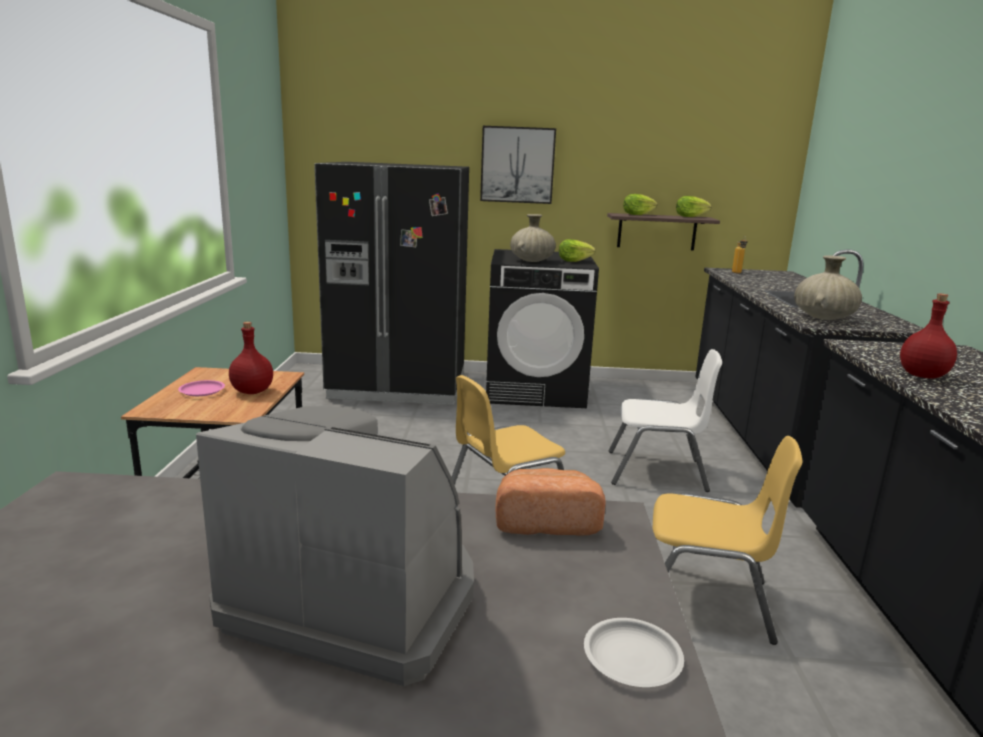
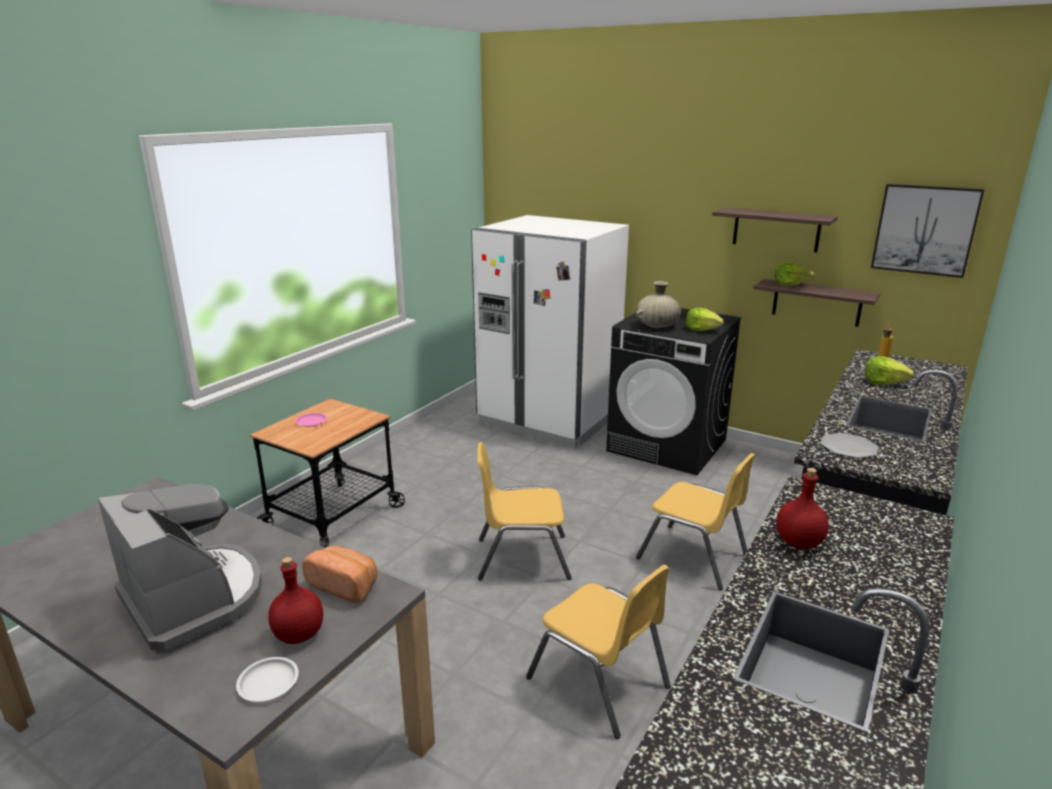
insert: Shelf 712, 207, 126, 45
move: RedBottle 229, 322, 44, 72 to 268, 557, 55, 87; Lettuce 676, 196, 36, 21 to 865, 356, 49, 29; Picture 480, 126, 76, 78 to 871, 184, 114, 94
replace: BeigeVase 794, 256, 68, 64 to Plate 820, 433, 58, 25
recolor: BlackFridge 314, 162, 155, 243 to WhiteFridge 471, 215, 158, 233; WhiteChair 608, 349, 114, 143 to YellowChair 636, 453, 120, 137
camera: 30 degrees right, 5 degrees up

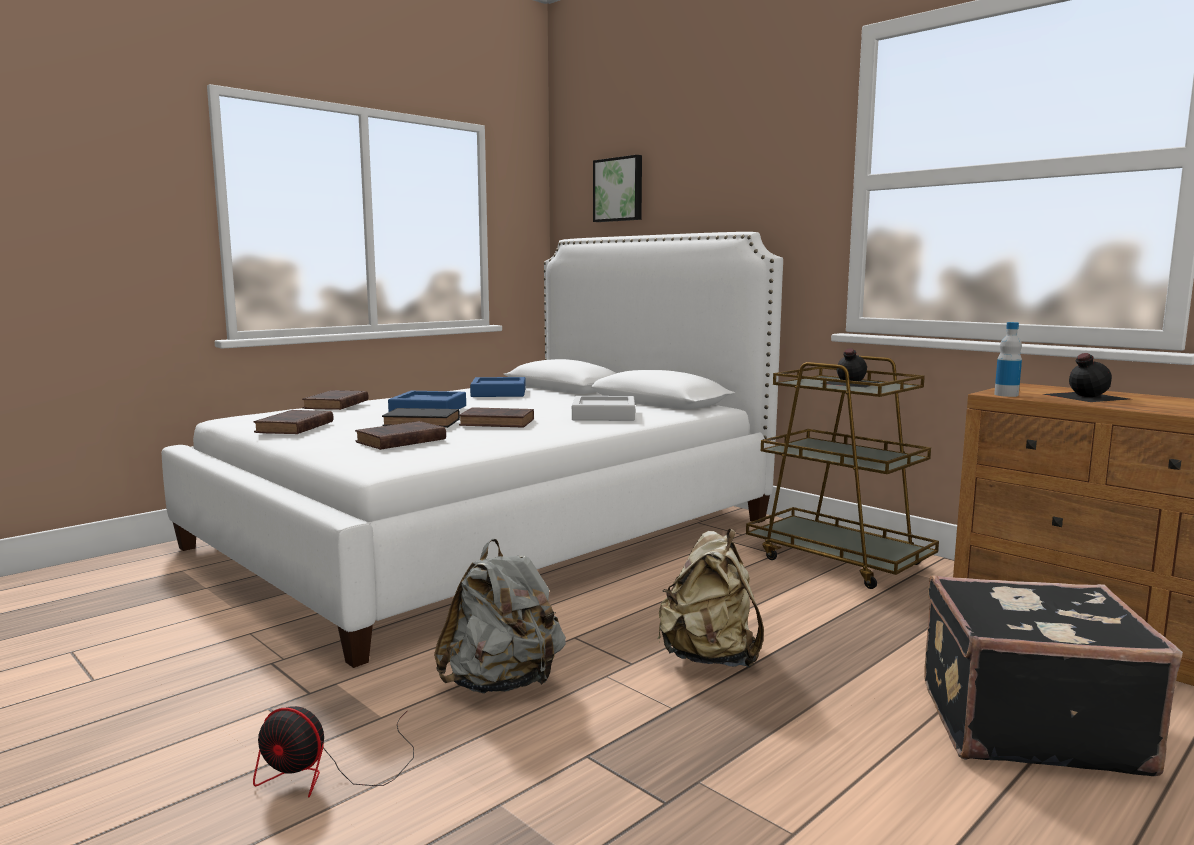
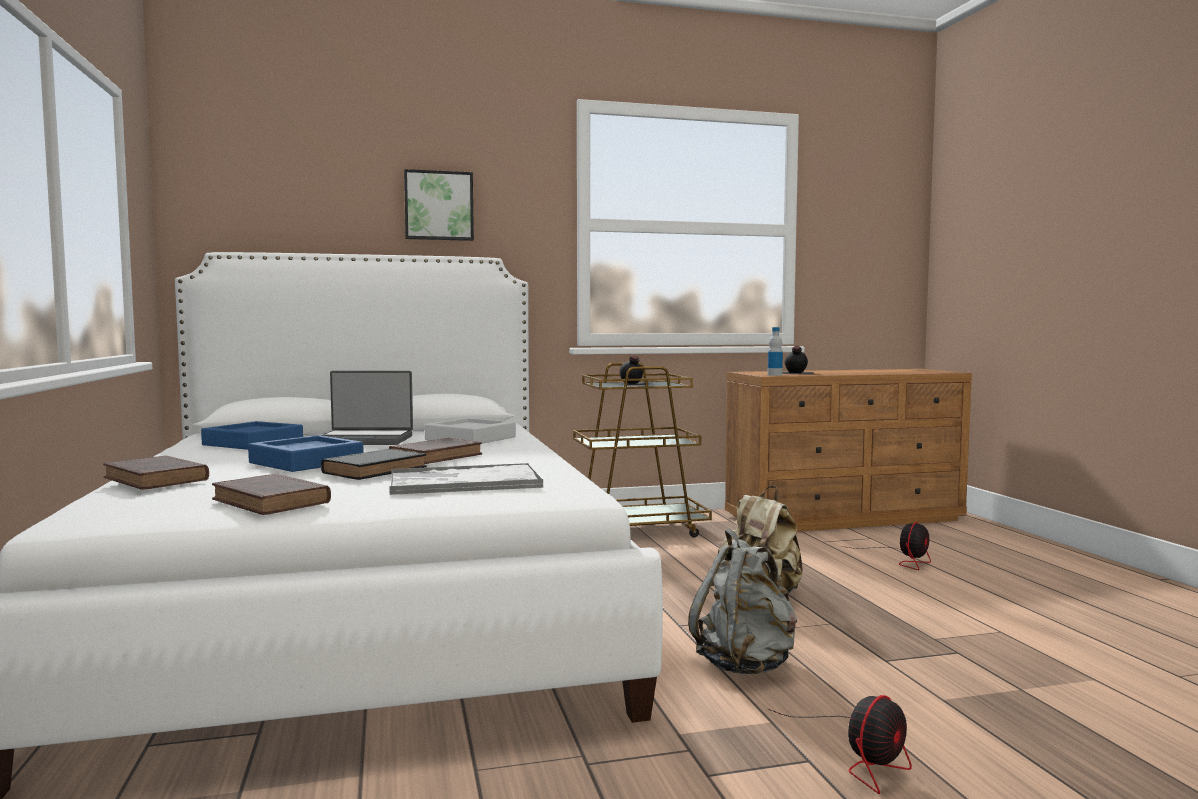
insert: Laptop 321, 371, 92, 74
move: Picture 593, 155, 49, 67 to 404, 169, 70, 72
replace: BrownBook 355, 421, 91, 29 to Tray 389, 463, 154, 32; BlackSuitcase 924, 575, 259, 201 to Fan 842, 522, 89, 48
camera: 60 degrees left, 5 degrees down

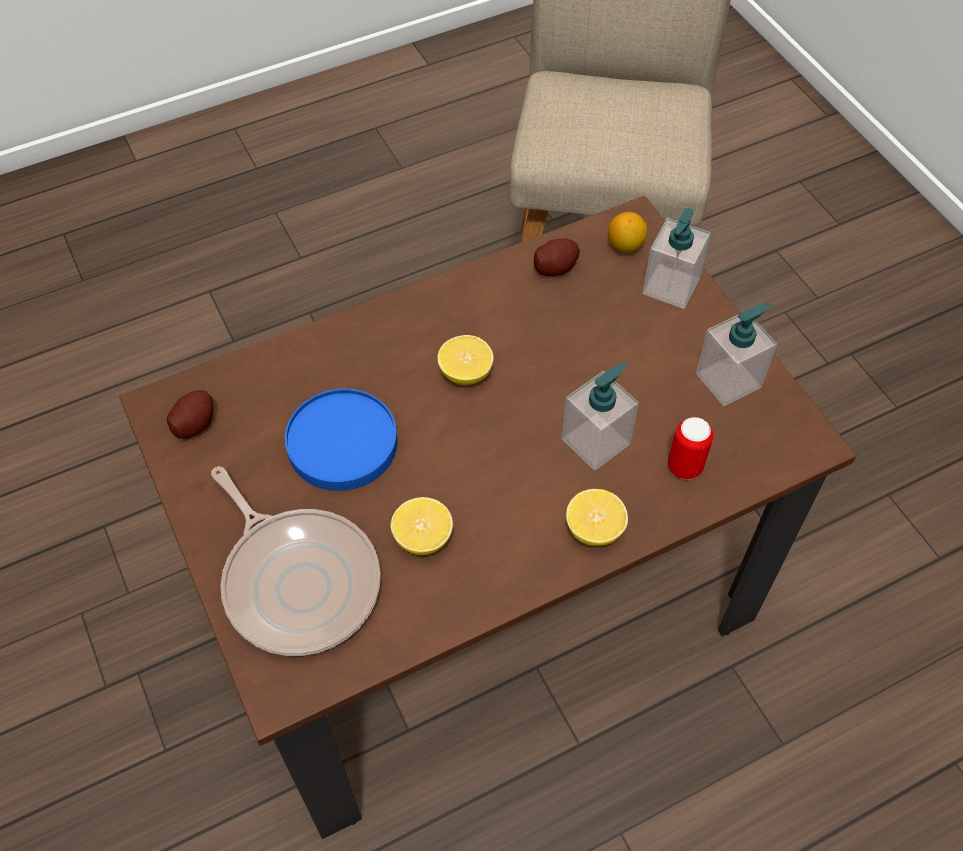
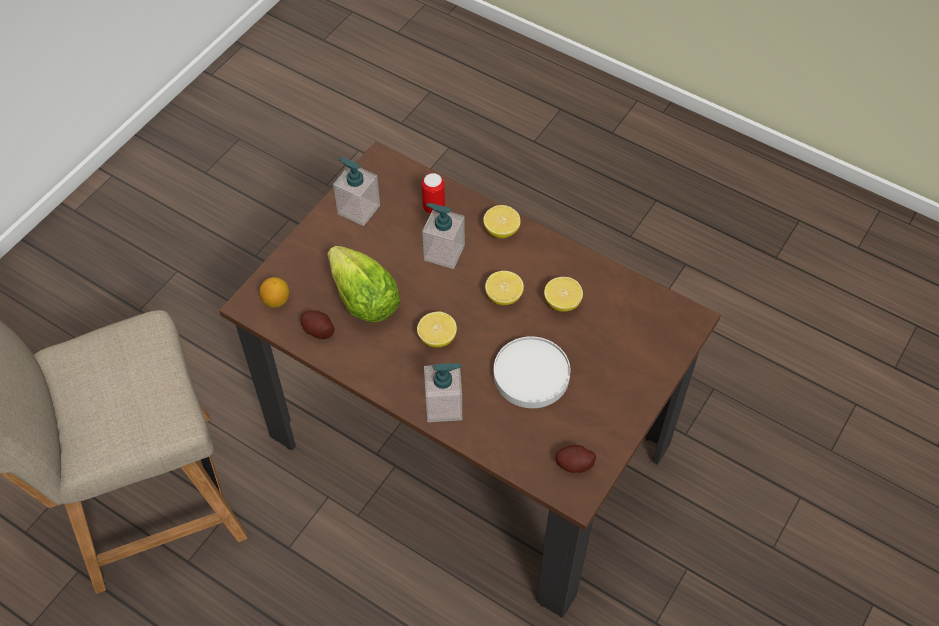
delete: FryingPan 211, 466, 170, 190
insert: Lettuce 328, 246, 73, 77; Lemon 485, 271, 39, 34
move: SoapDispenser 642, 208, 69, 101 to 424, 363, 38, 59
recolor: BluePlate 285, 389, 112, 102 to WhitePlate 493, 336, 78, 72
camera: 120 degrees left, 0 degrees up

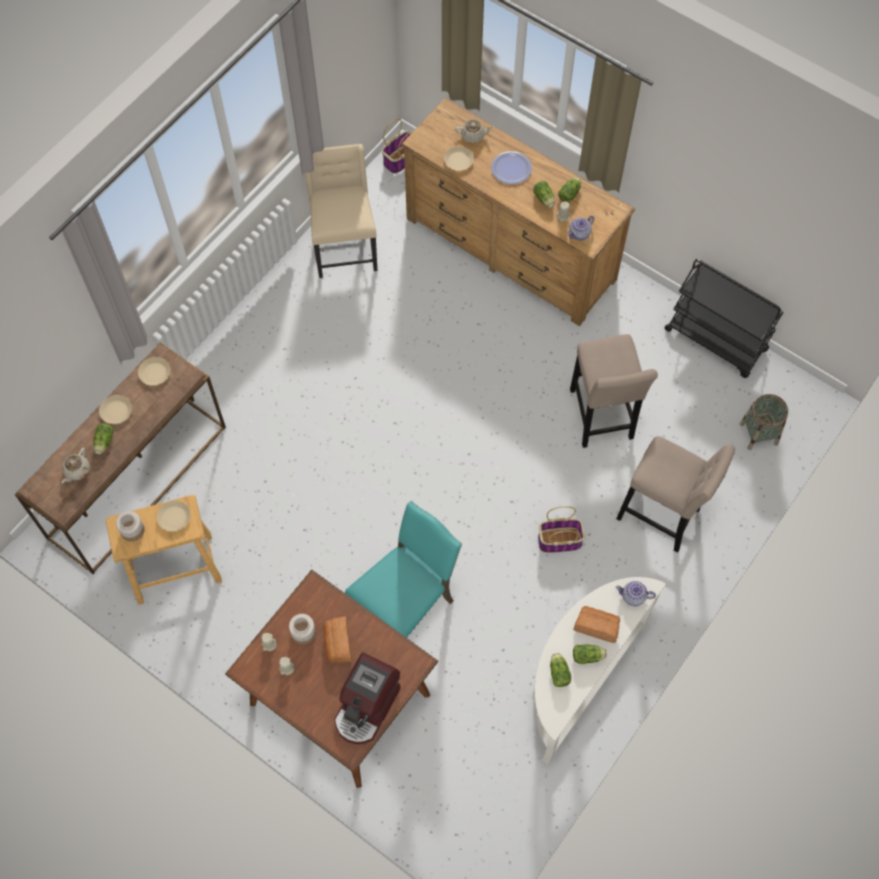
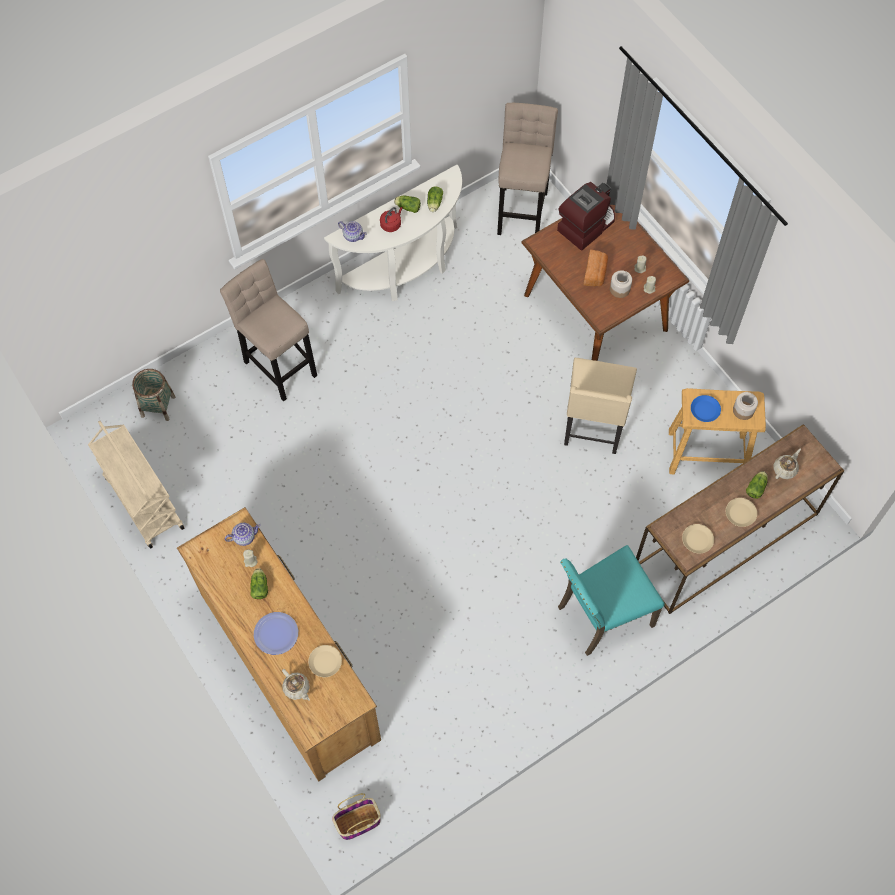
delete: Basket 538, 506, 47, 47; Lettuce 558, 177, 23, 25
move: BeigeStool 570, 334, 88, 114 to 497, 103, 61, 132; TurquoiseChair 345, 501, 117, 137 to 558, 545, 107, 111; BeigeChair 305, 144, 72, 134 to 564, 358, 73, 96
replace: Bread 574, 606, 46, 37 to RedKettle 380, 207, 23, 25
recolor: BlackCart 664, 259, 120, 119 to BeigeCart 88, 421, 97, 128; BeigePlate 157, 500, 34, 32 to BluePlate 691, 395, 30, 27
rotate: BeigeTeapot 455, 119, 39, 24 = 282, 669, 28, 32 150 degrees counterclockwise
camera: 160 degrees left, 0 degrees up

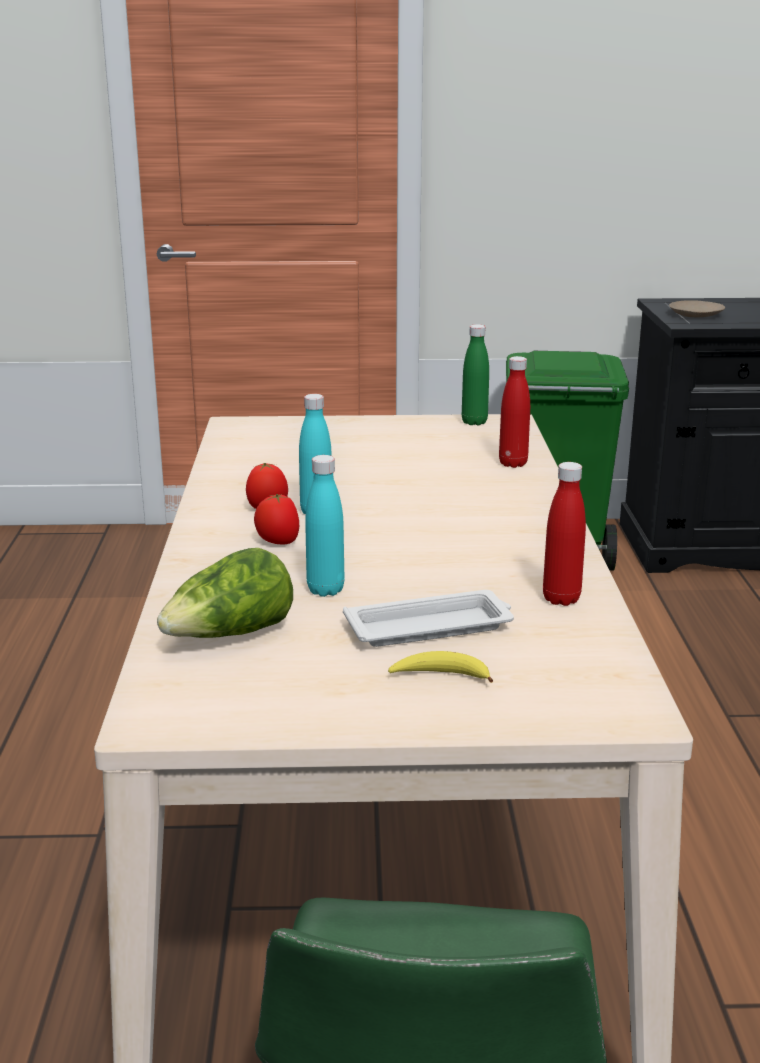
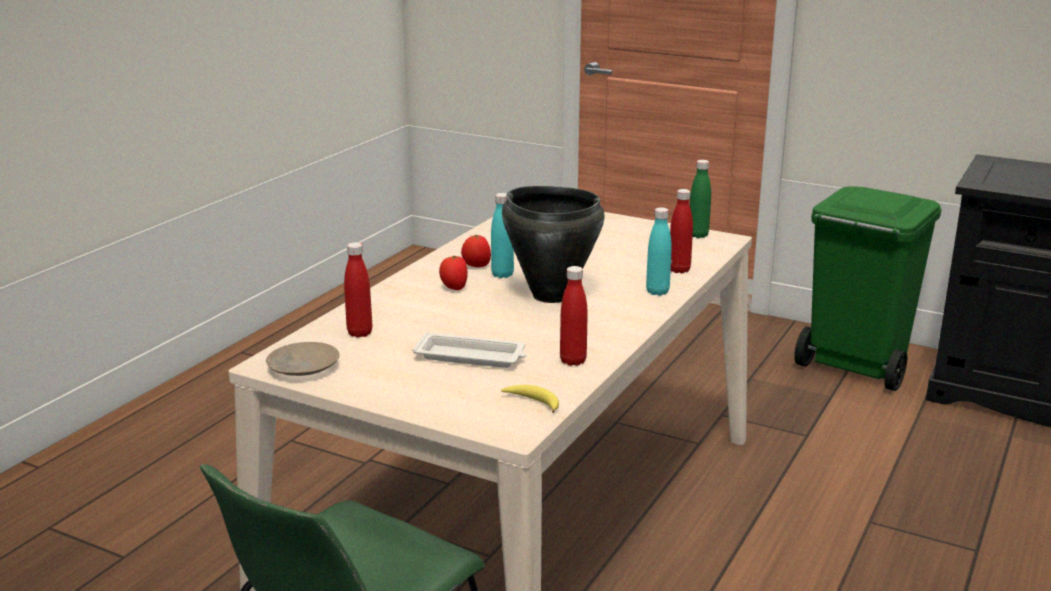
insert: BlackCookingPot 502, 186, 103, 117
move: BeigePlate 669, 300, 56, 18 to 266, 342, 73, 34; Banana 388, 651, 105, 32 to 501, 385, 58, 28; TurquoiseBottle 305, 455, 40, 142 to 646, 207, 26, 89
replace: Lettuce 157, 548, 136, 90 to RedBottle 344, 242, 28, 96
camera: 30 degrees right, 0 degrees up

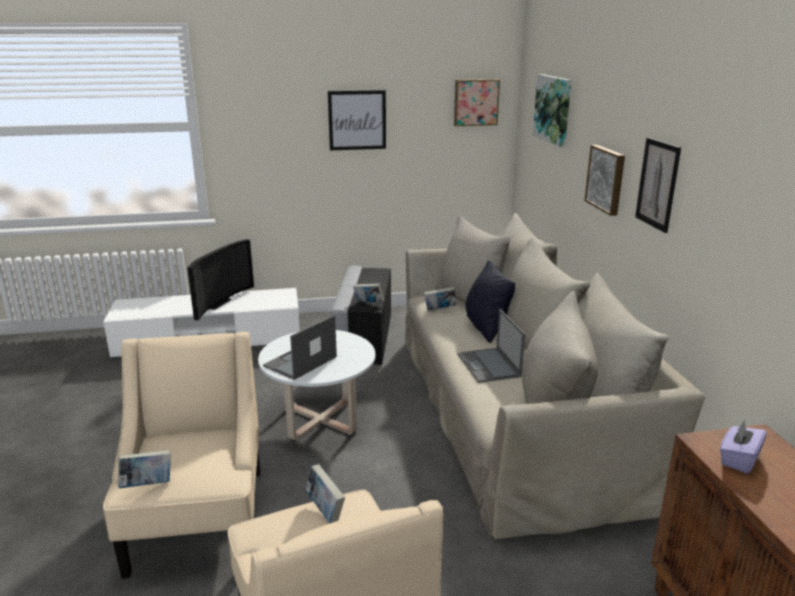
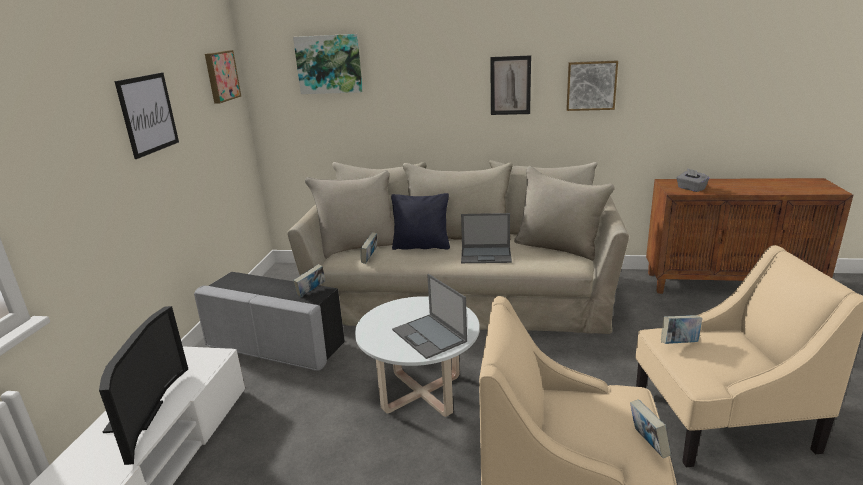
move: Picture 584, 145, 41, 71 to 566, 61, 52, 50
recolor: PurpleTissueBox 720, 419, 47, 55 to GreyTissueBox 676, 168, 34, 24
rotate: Television 187, 239, 67, 82 = 99, 306, 89, 159 45 degrees clockwise
camera: 70 degrees left, 0 degrees up

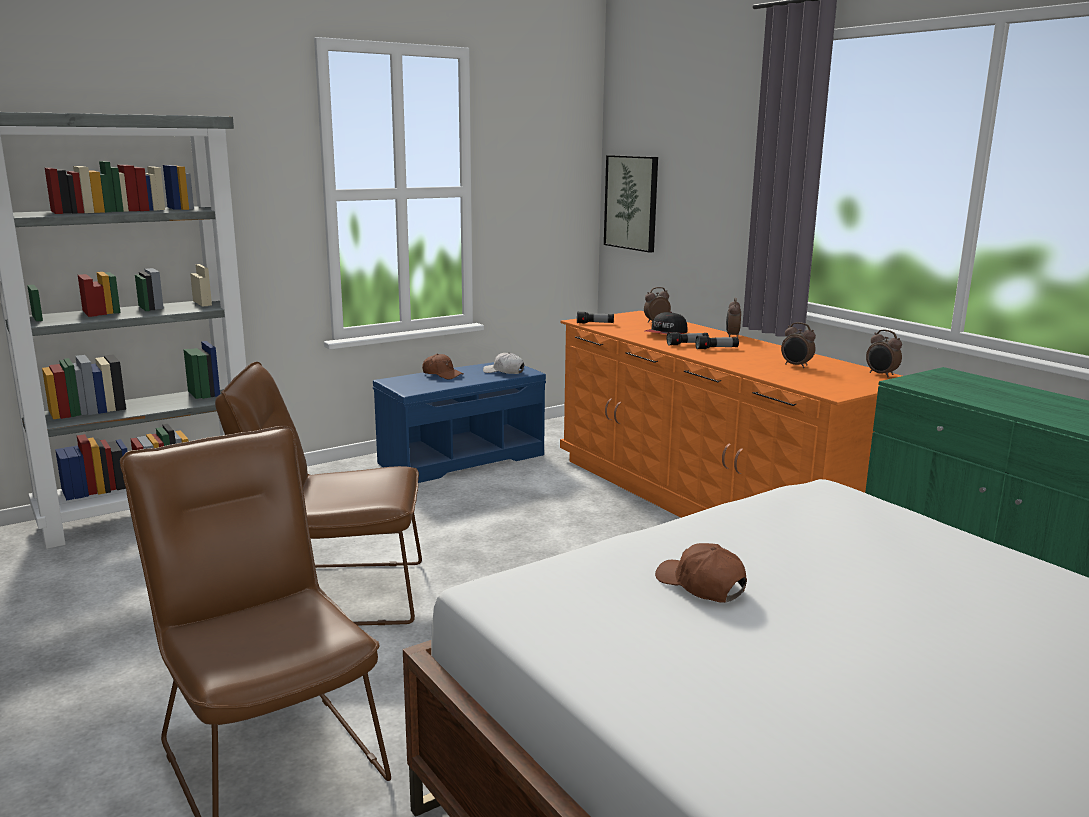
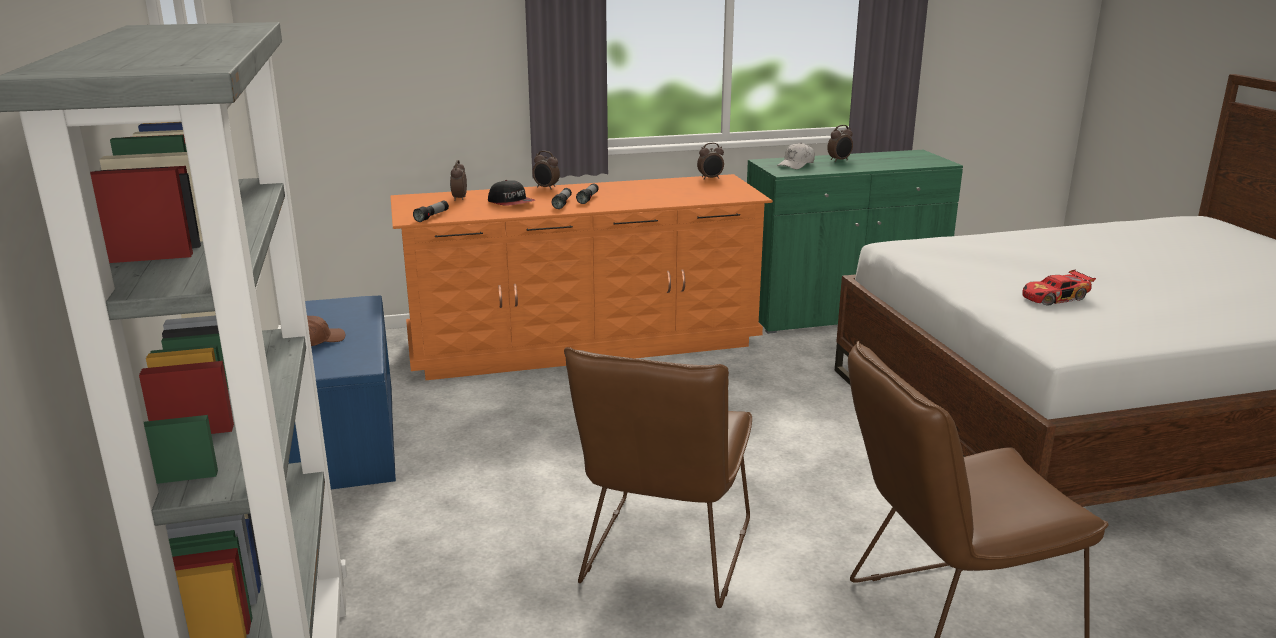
delete: Picture 604, 155, 54, 98
move: WhiteCap 483, 352, 41, 22 to 777, 143, 38, 26; AlarmClock 781, 322, 35, 46 to 827, 125, 26, 37
replace: BrownCap 655, 543, 92, 60 to ToyCar 1023, 270, 73, 36
camera: 70 degrees left, 5 degrees up

